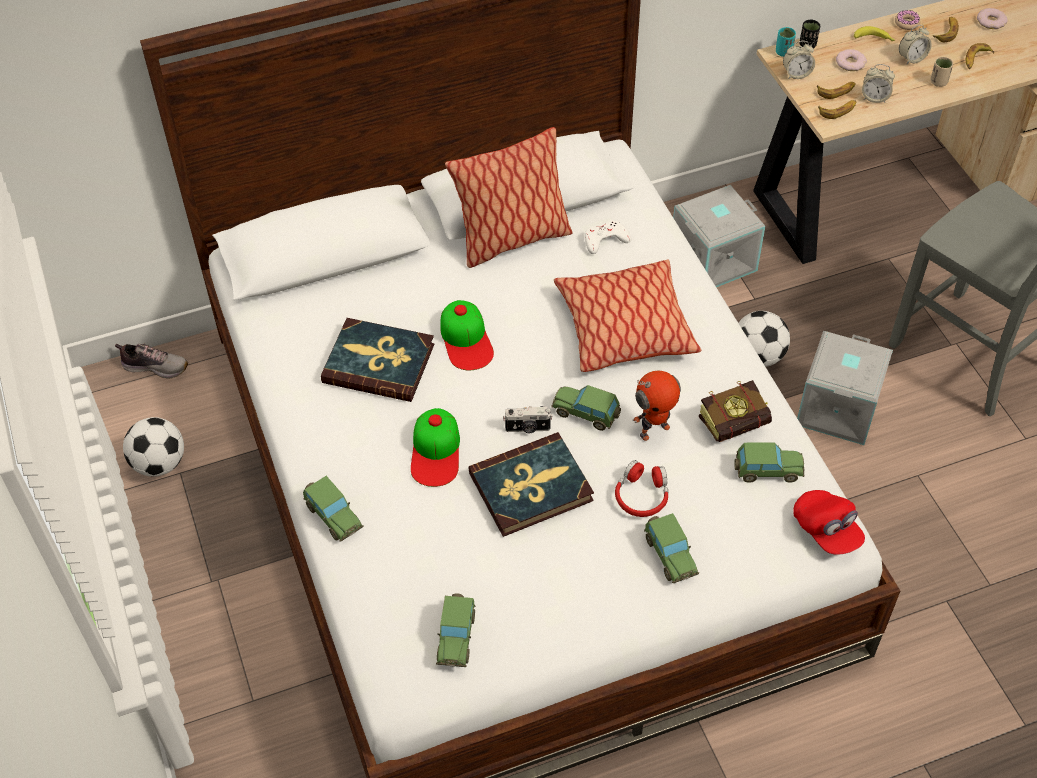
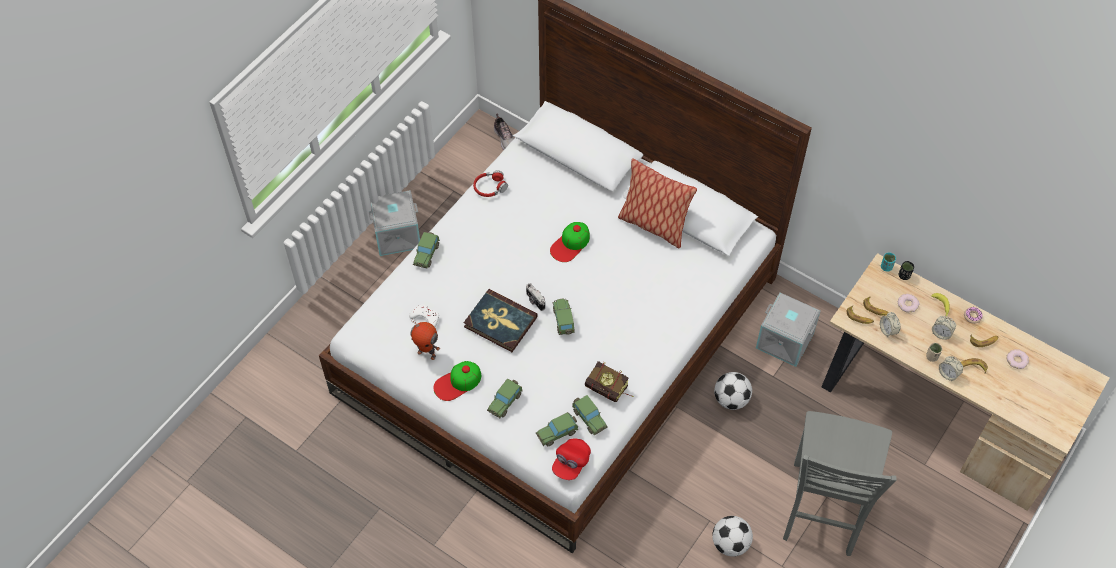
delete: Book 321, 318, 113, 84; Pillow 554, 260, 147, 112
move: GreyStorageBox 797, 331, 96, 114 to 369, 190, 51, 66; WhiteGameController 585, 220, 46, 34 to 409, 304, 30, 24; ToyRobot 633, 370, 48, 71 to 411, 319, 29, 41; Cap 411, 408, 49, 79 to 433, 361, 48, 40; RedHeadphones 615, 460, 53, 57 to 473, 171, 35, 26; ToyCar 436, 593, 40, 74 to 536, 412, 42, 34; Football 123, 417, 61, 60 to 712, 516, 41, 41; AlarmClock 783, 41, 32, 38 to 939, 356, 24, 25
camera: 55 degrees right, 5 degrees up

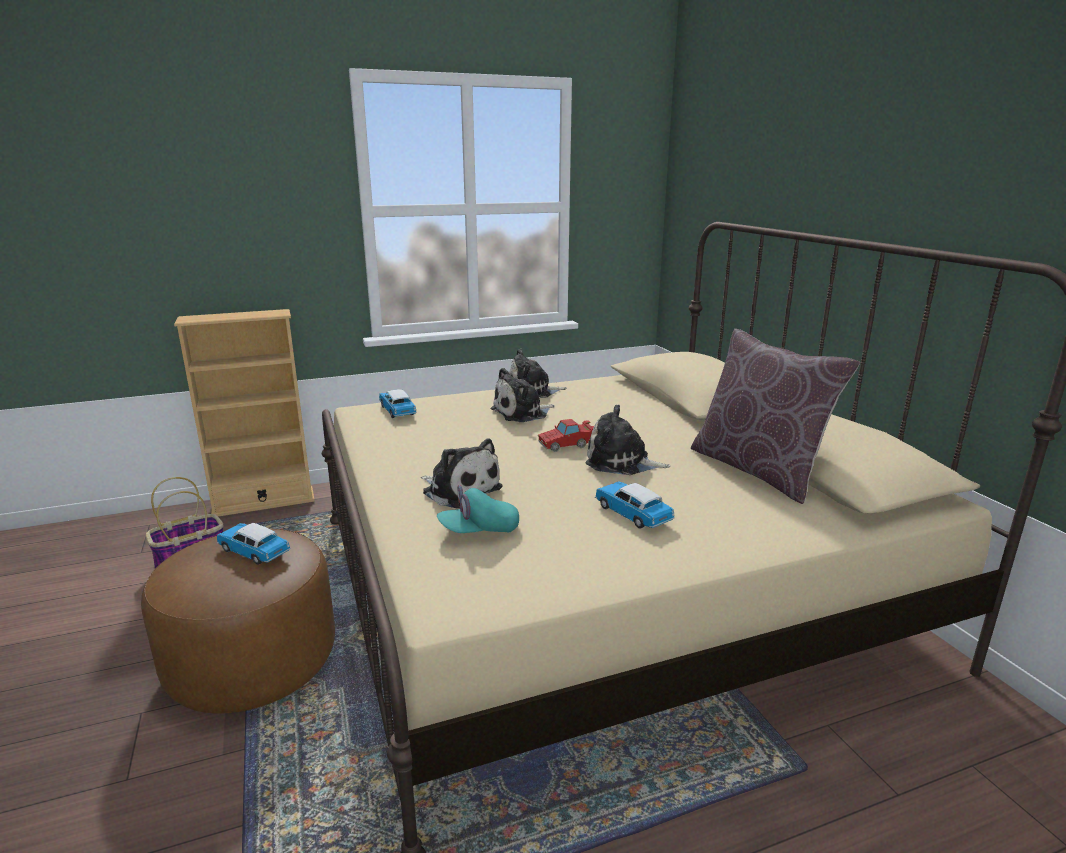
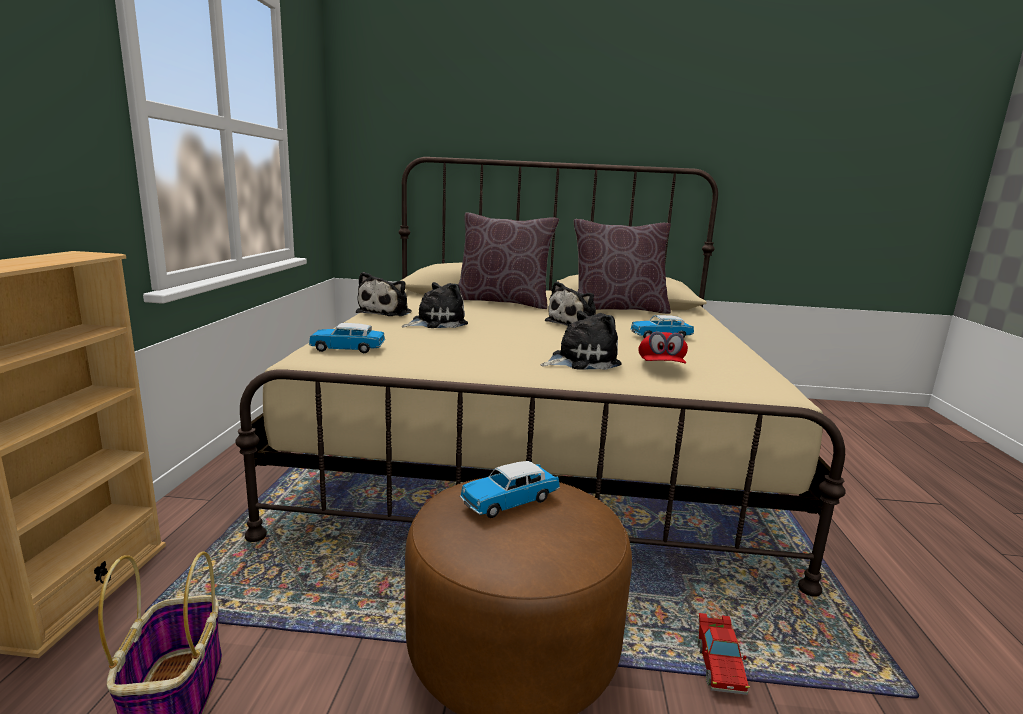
insert: BrownPillow 458, 213, 101, 96
move: RedToyCar 538, 419, 56, 33 to 698, 613, 52, 82
recolor: TurquoiseCap 437, 485, 82, 48 to RedCap 638, 331, 50, 33
rotate: PlushToy 491, 368, 63, 54 = 402, 282, 66, 46 120 degrees counterclockwise
camera: 65 degrees left, 5 degrees down

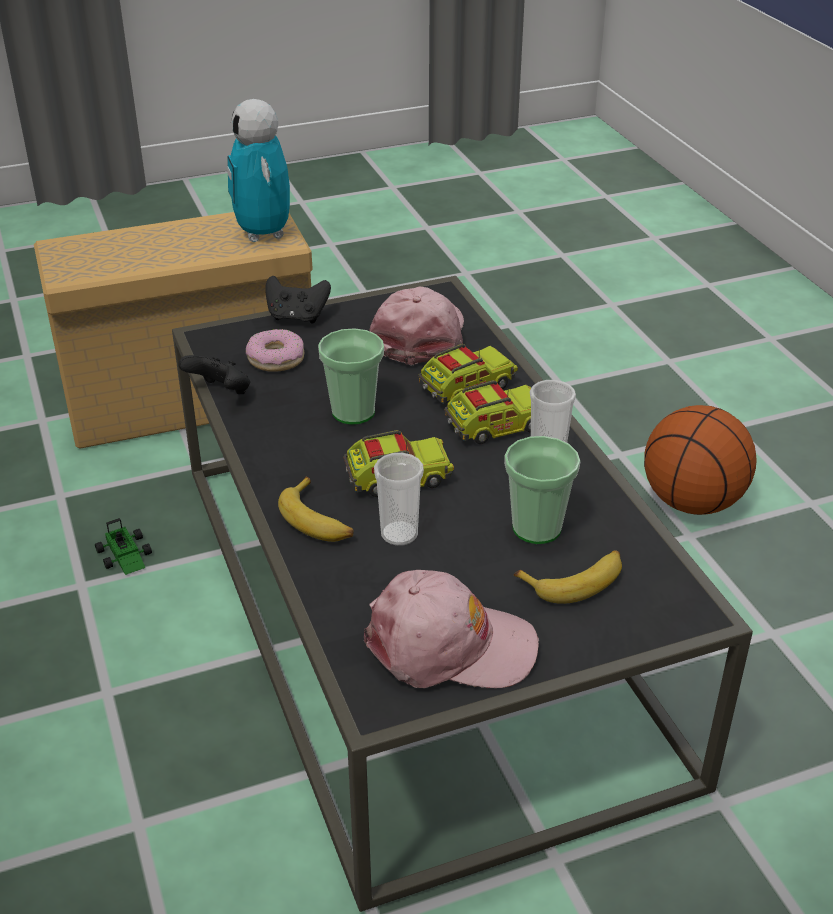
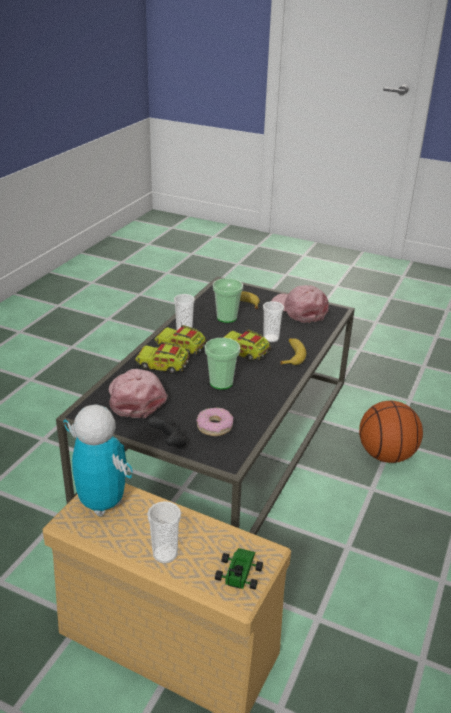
delete: BlackGameController 178, 355, 72, 39
insert: Cup 147, 501, 34, 63
move: ToyCar 95, 518, 57, 57 to 215, 548, 48, 42; Basketball 644, 405, 113, 110 to 359, 400, 64, 63
rotate: ToyRobot 227, 99, 63, 143 = 63, 404, 70, 112 75 degrees counterclockwise; PinkCap 369, 287, 95, 78 = 109, 369, 59, 49 105 degrees clockwise
camera: 135 degrees left, 5 degrees down

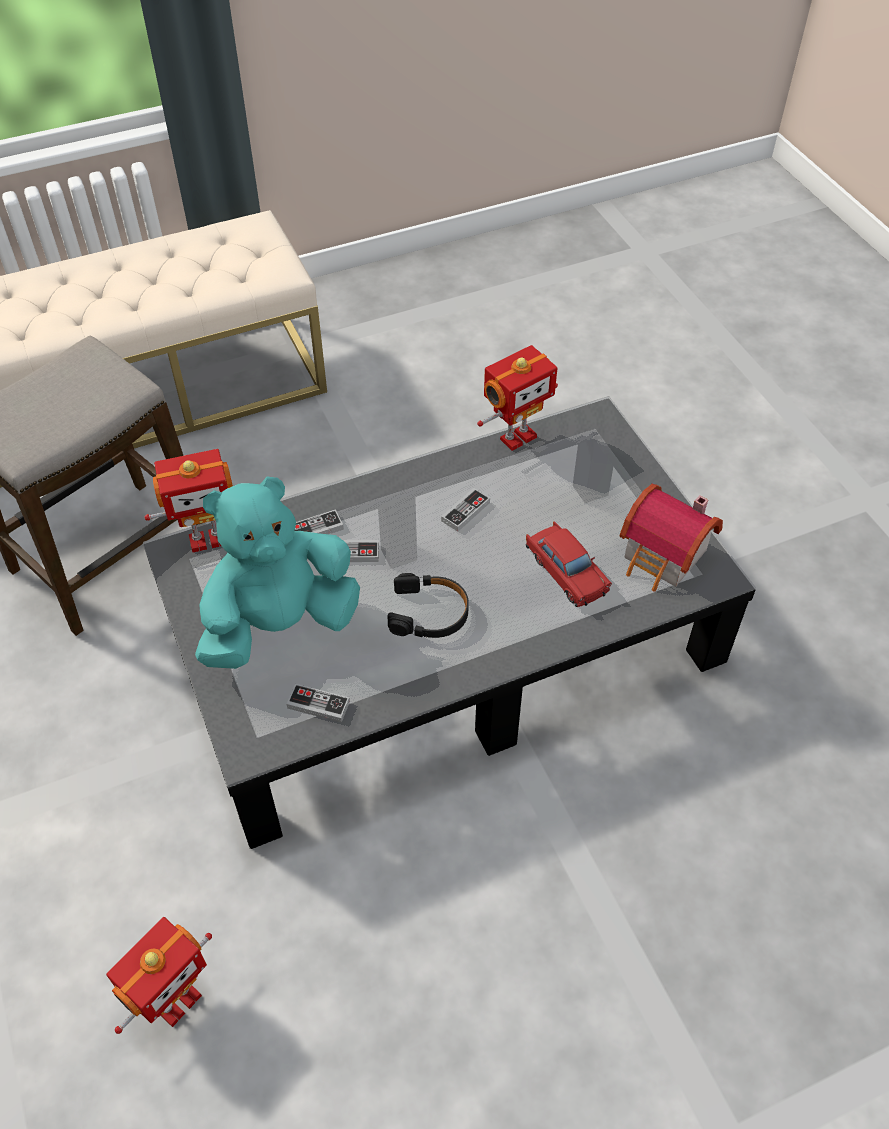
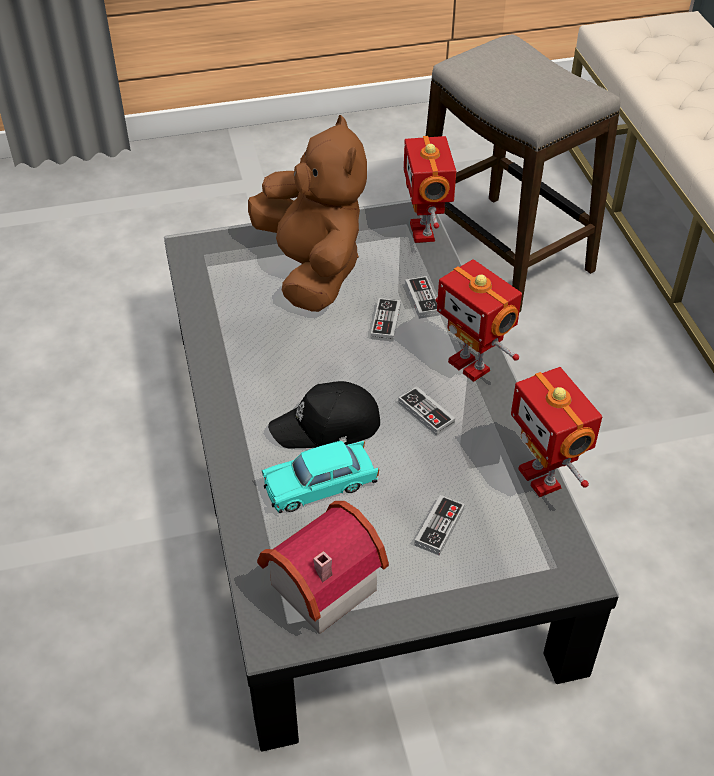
delete: BlackHeadphones 387, 573, 82, 65
insert: BlackCap 268, 381, 112, 68
move: GameController 286, 684, 64, 39 to 414, 495, 51, 61; ToyRobot 106, 917, 106, 117 to 436, 259, 86, 123
recolor: TurquoisePlushToy 195, 477, 165, 192 to BrownPlushToy 248, 115, 119, 197; RedToyCar 526, 521, 86, 86 to TurquoiseToyCar 262, 441, 117, 72
camera: 100 degrees right, 5 degrees down

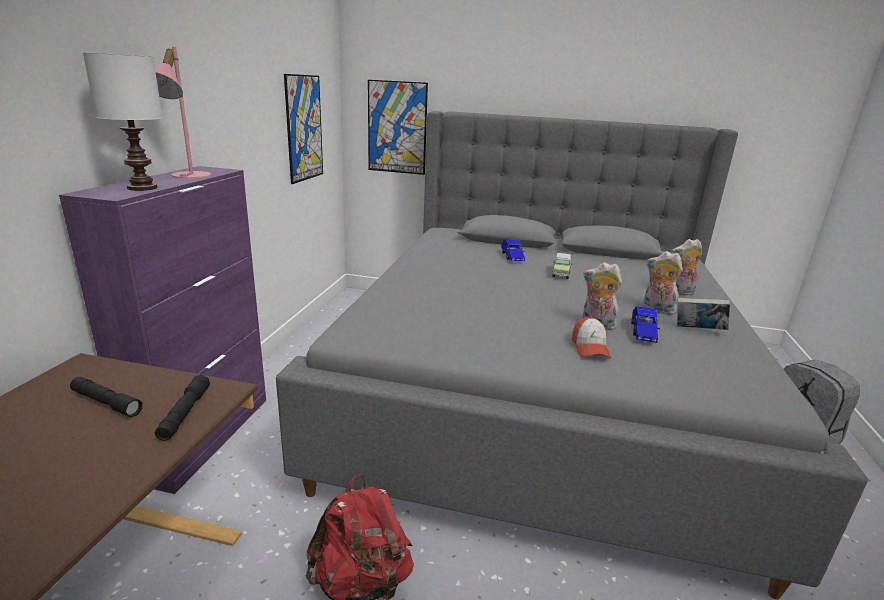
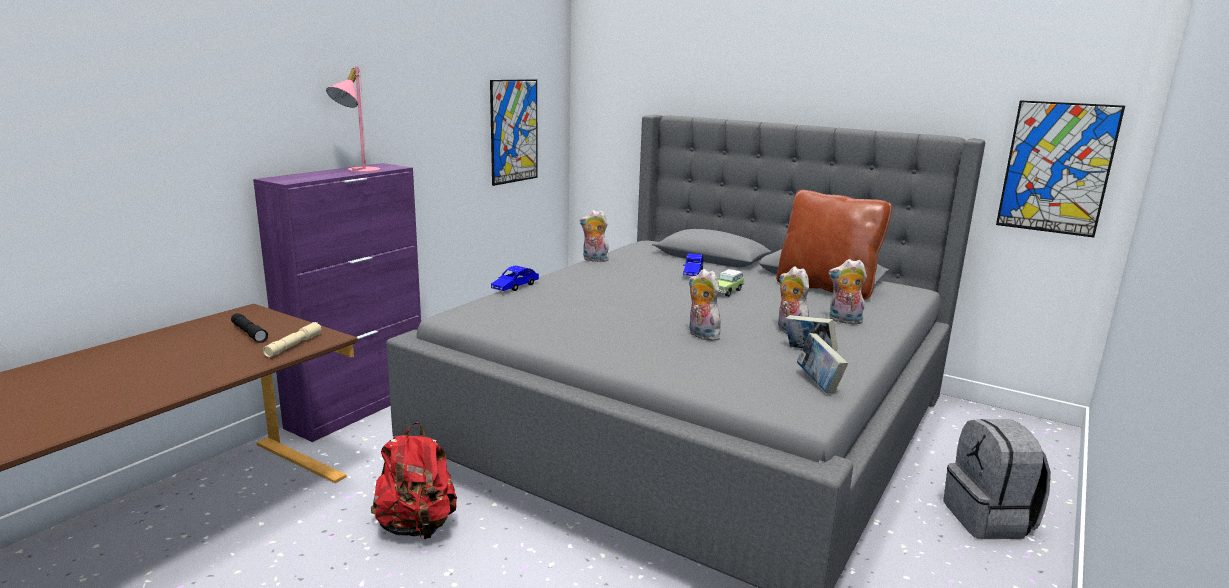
delete: WhiteTableLamp 83, 52, 80, 139; Cap 572, 317, 39, 41
insert: PlushToy 580, 210, 29, 52; BrownPillow 776, 190, 116, 110; Book 797, 333, 51, 61
move: BlueToyCar 631, 306, 29, 37 to 491, 266, 48, 25; Picture 368, 80, 60, 95 to 996, 100, 129, 138
recolor: BlackFlashlight 155, 375, 55, 66 to BeigeFlashlight 263, 322, 59, 35
camera: 20 degrees right, 5 degrees down

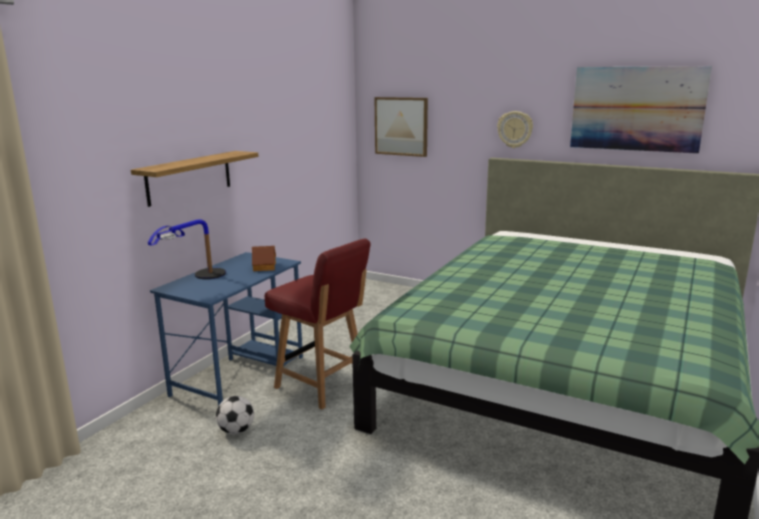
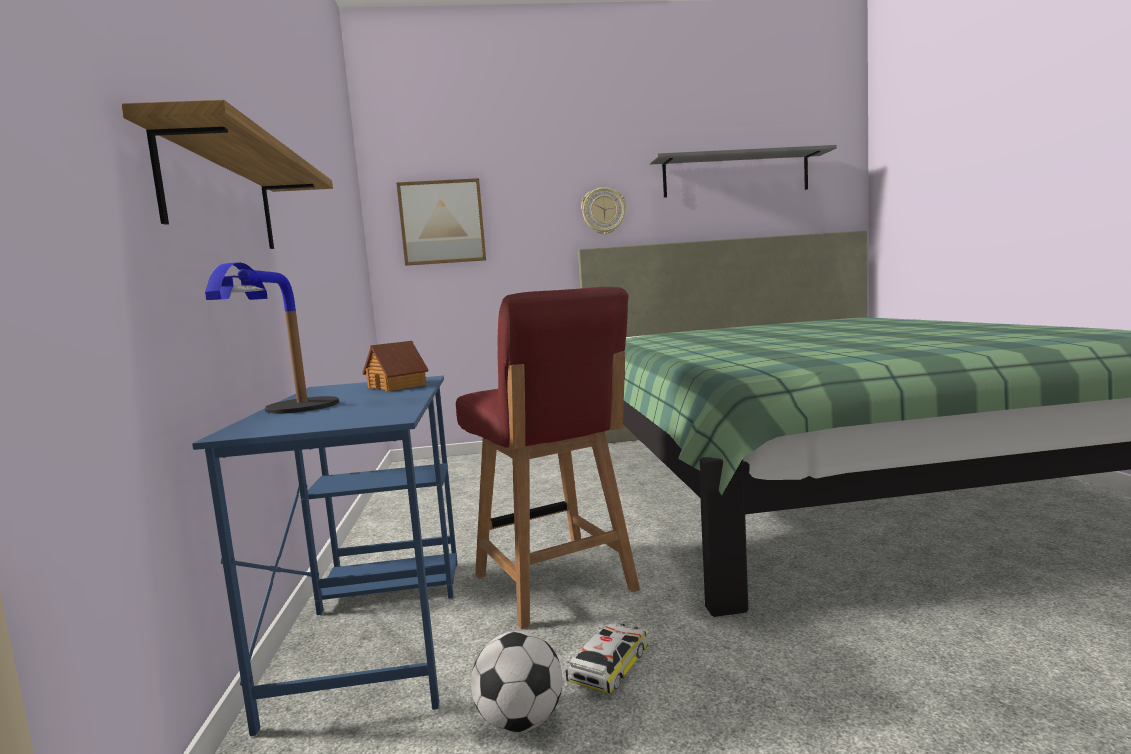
insert: ToyCar 565, 623, 83, 71
replace: Picture 570, 66, 142, 88 to GreyShelf 649, 145, 188, 53
rotate: RedChair 265, 239, 106, 171 = 456, 287, 184, 342 60 degrees clockwise
camera: 35 degrees left, 10 degrees down

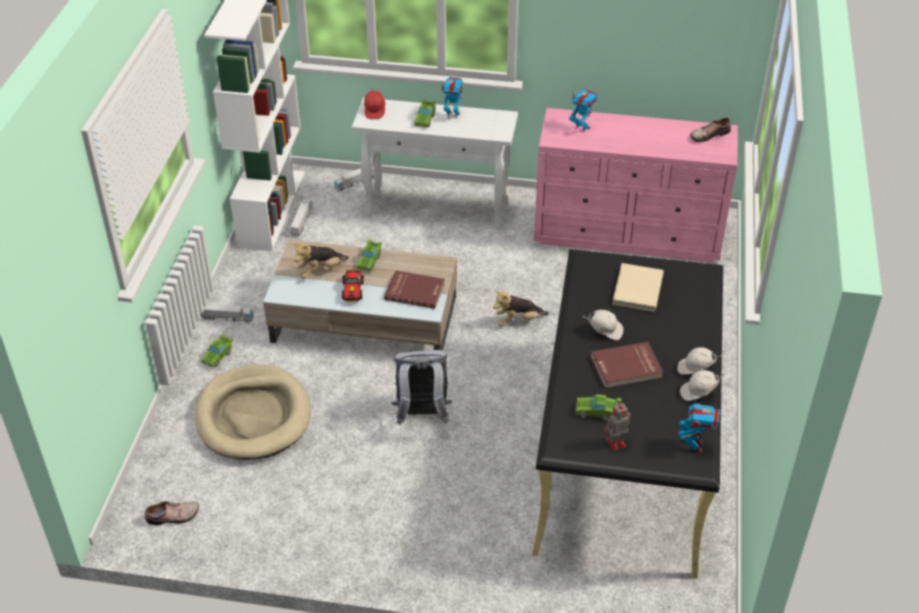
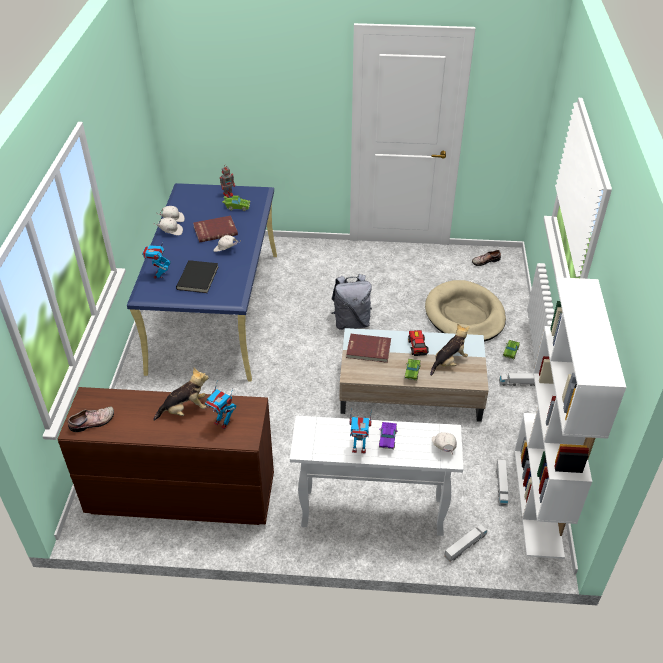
move: ToyRobot 678, 394, 42, 59 to 142, 241, 29, 38; PlushToy 493, 291, 56, 34 to 153, 368, 55, 53
recolor: PinkDresser 534, 108, 204, 154 to BrownDresser 58, 387, 216, 138; BlackDesk 532, 249, 191, 329 to BlueDesk 127, 183, 150, 199; BeigeBook 612, 263, 52, 49 to BlackBook 176, 260, 42, 33; GreenToyCar 414, 99, 22, 29 to PurpleToyCar 379, 422, 19, 27; RedCap 364, 88, 22, 31 to WhiteCap 432, 432, 25, 23
camera: 175 degrees right, 0 degrees up

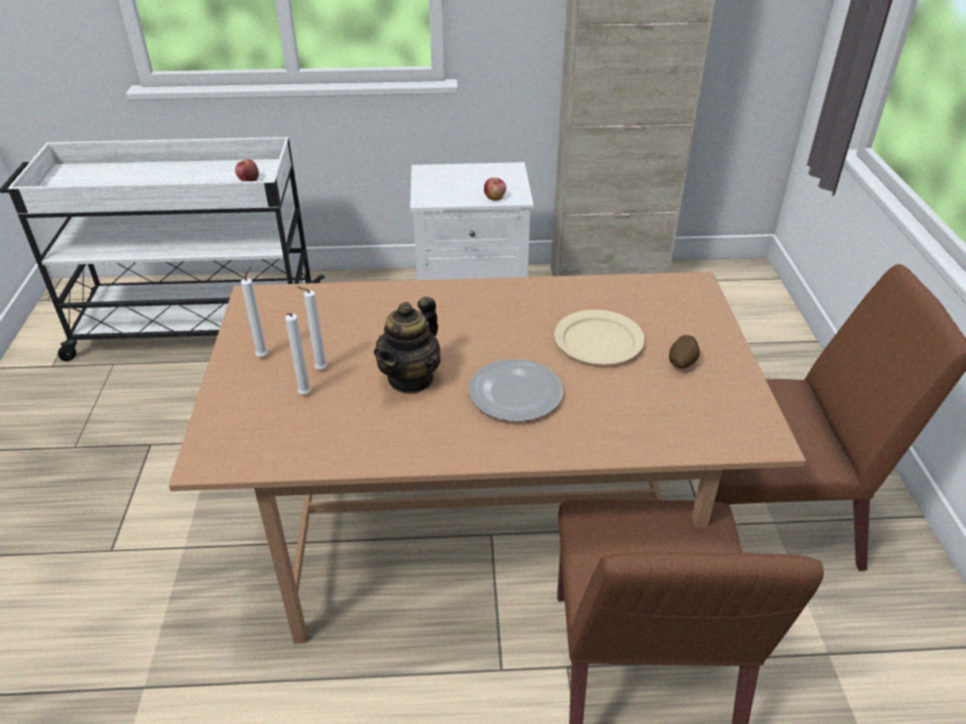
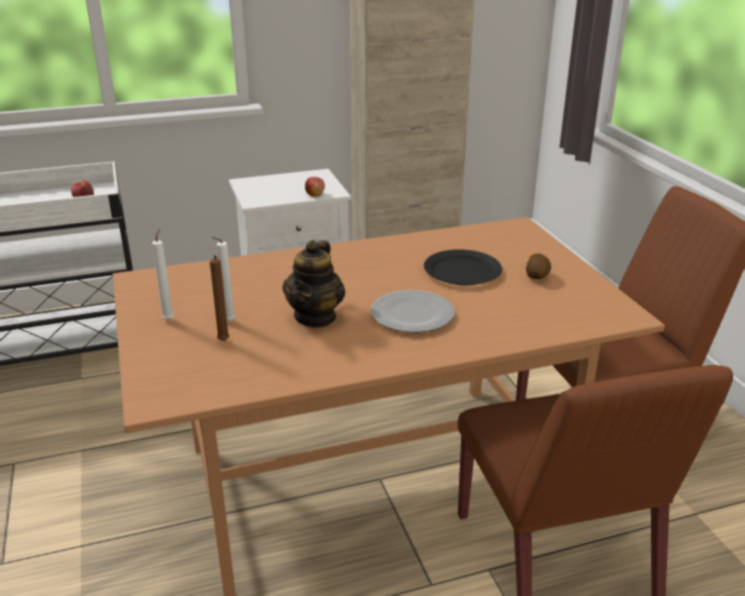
recolor: WhiteCandle 285, 313, 26, 81 to BrownCandle 210, 255, 19, 86; BeigePlate 554, 310, 91, 54 to BlackPlate 424, 249, 78, 36
camera: 15 degrees left, 10 degrees down

